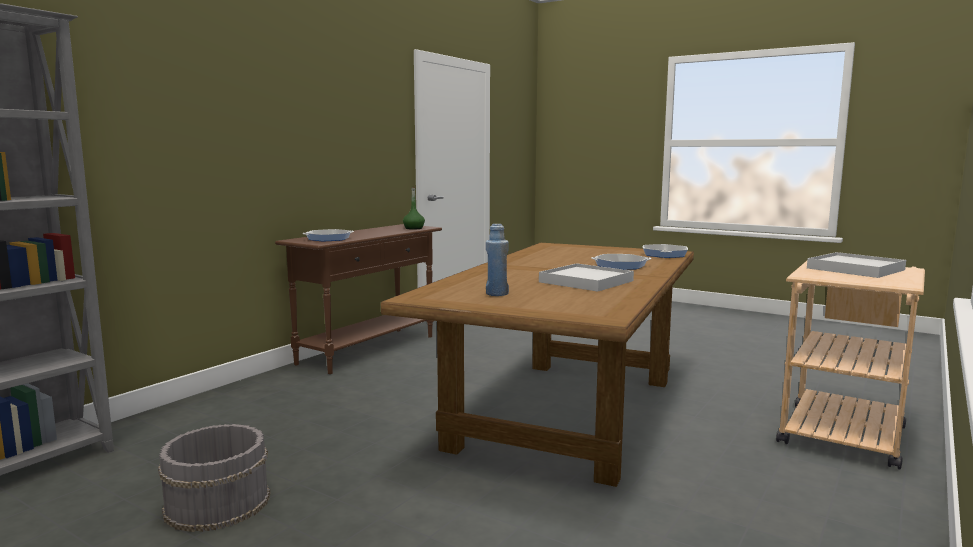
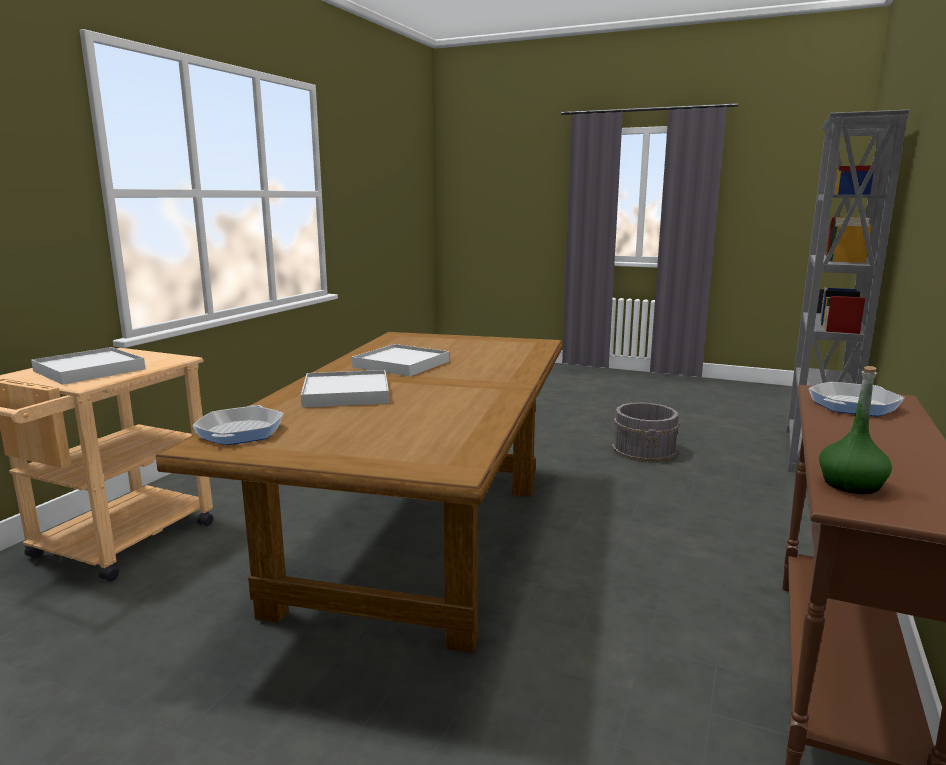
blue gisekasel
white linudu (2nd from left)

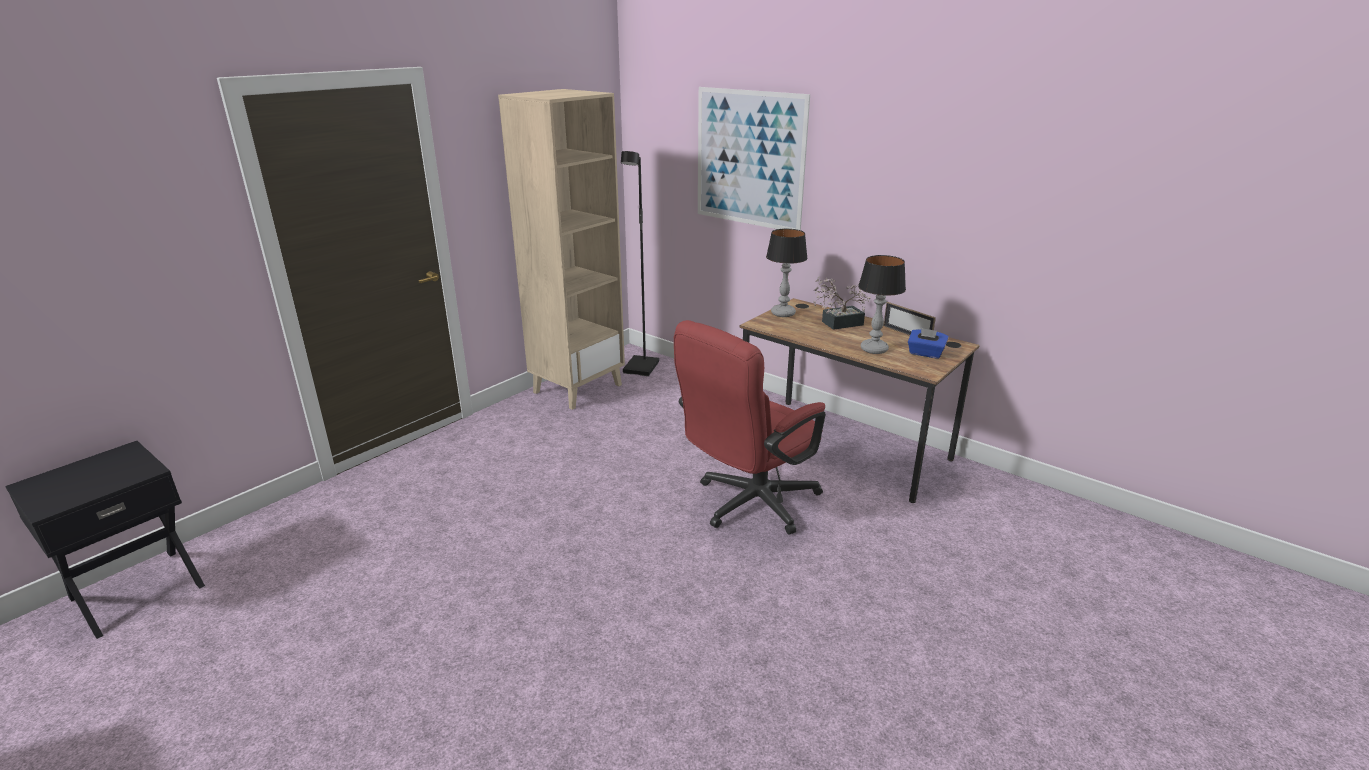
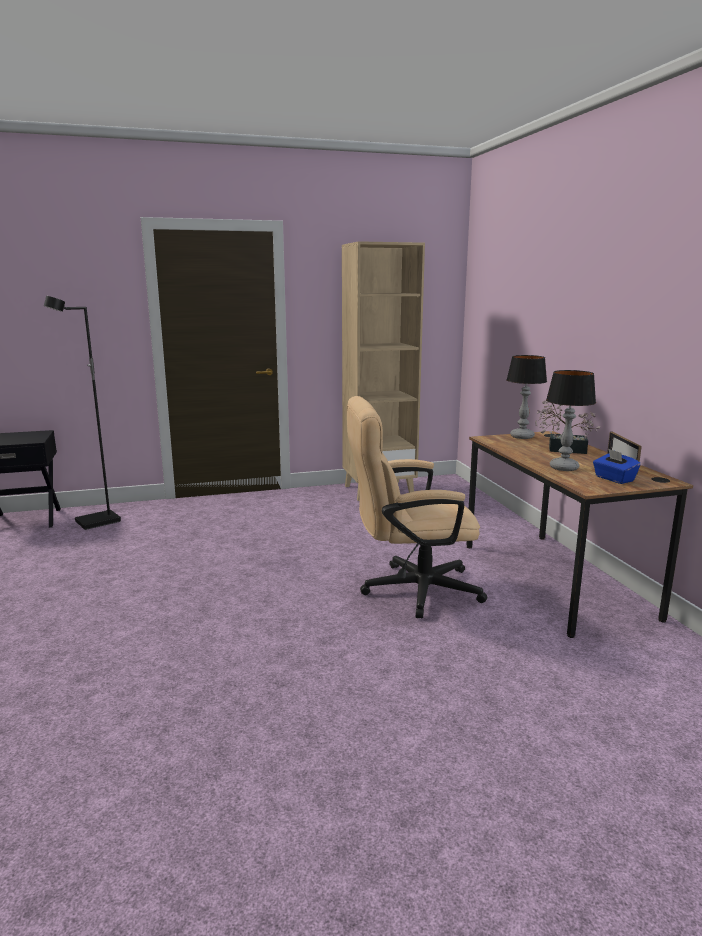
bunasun
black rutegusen
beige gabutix

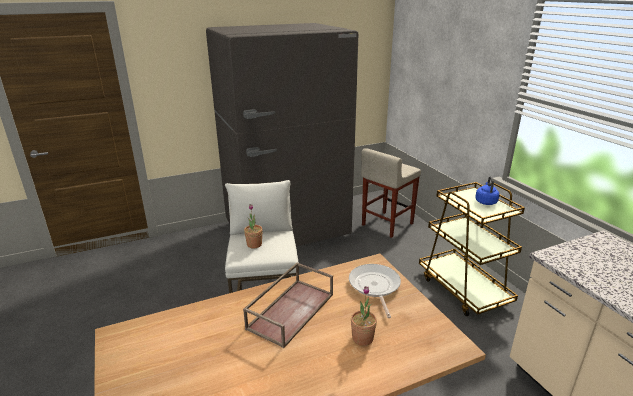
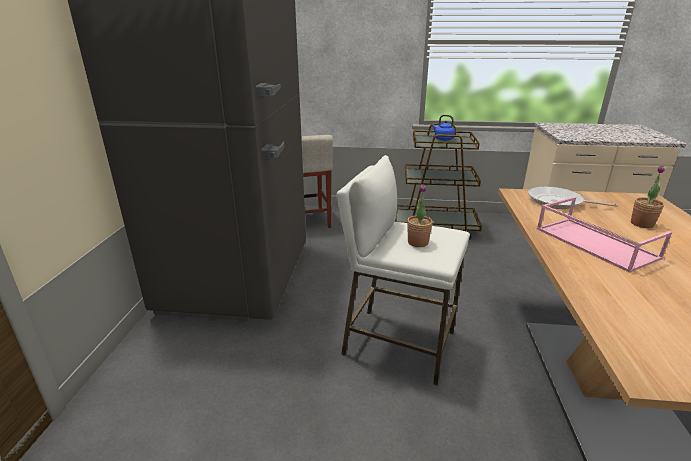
pink linudu

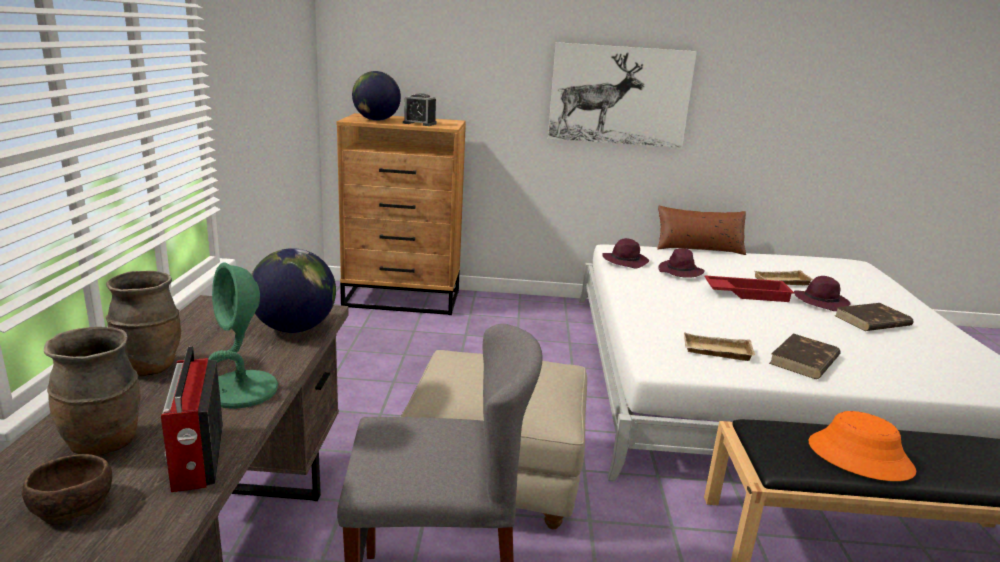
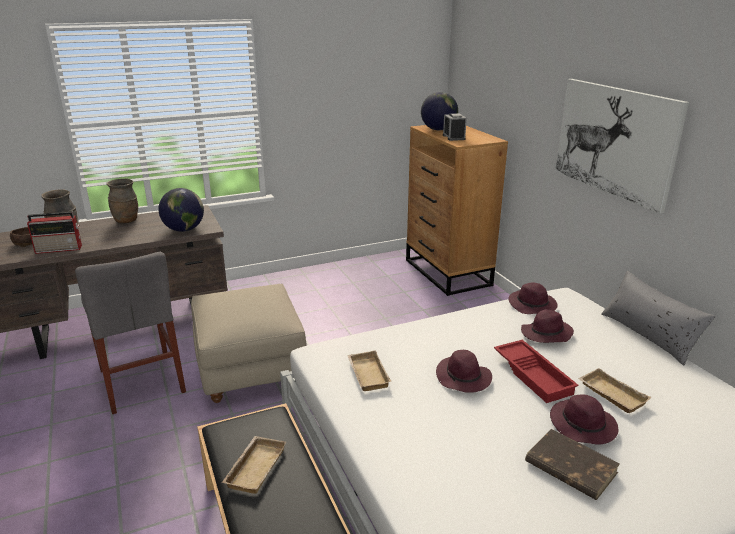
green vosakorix
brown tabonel (1st from left in the first image)
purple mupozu (1st from left)
beige linudu (1st from left)
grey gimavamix
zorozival

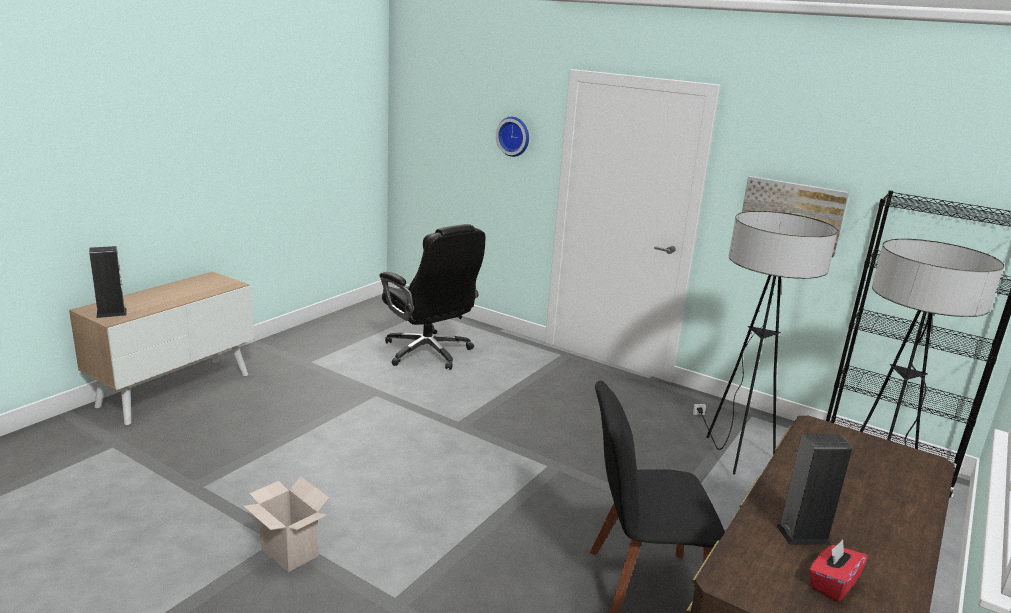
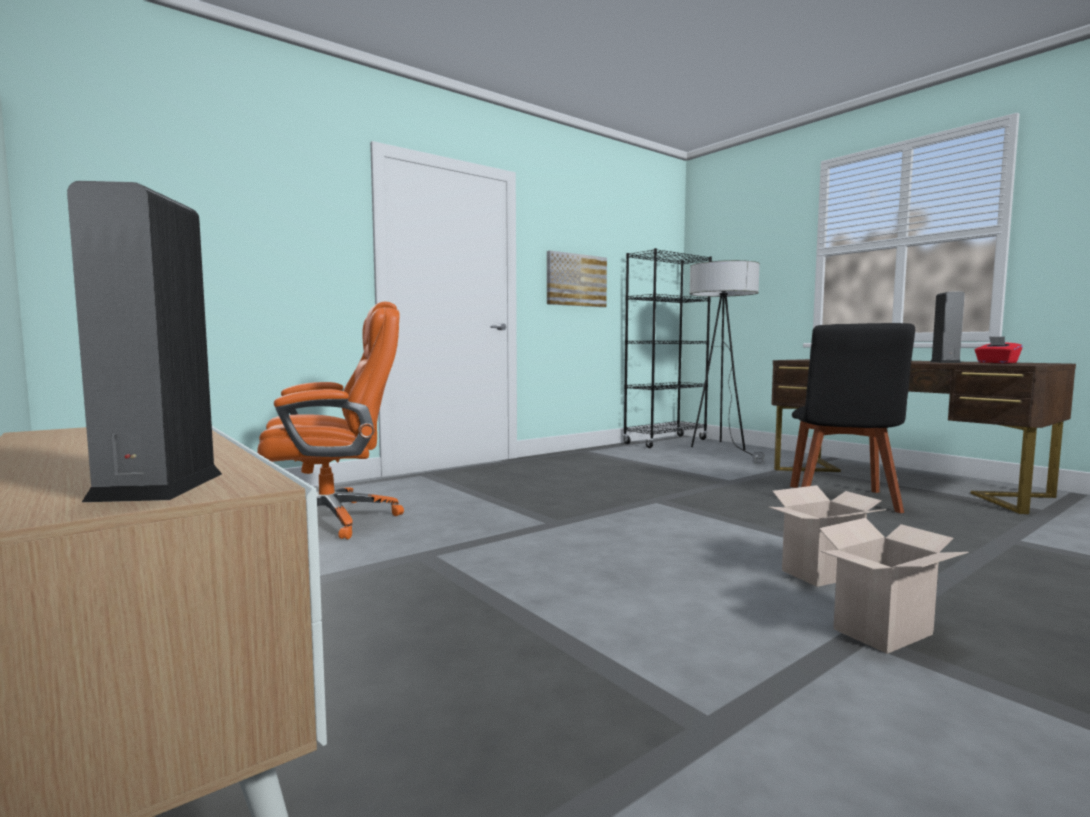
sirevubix
rutegusen (1st from left in the first image)
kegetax (1st from left)
orange gabutix

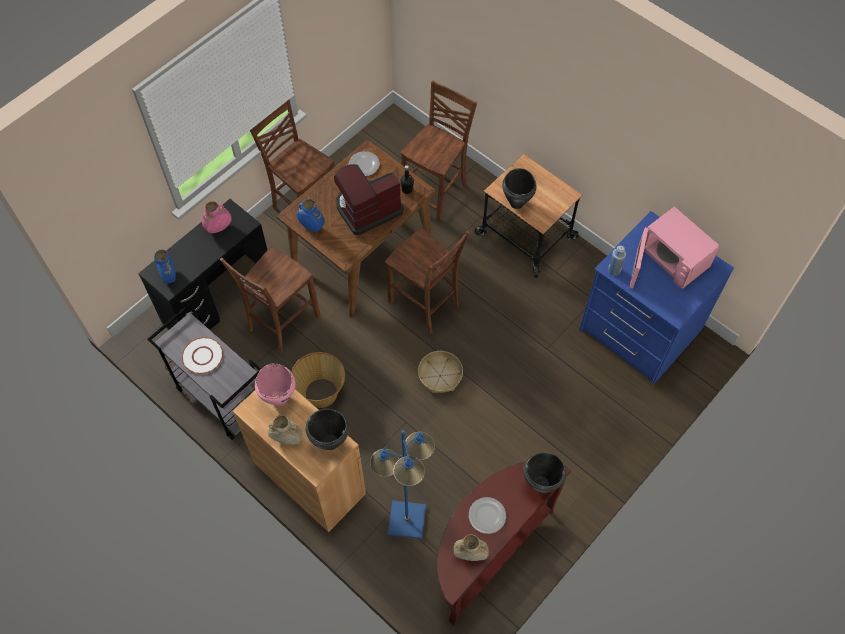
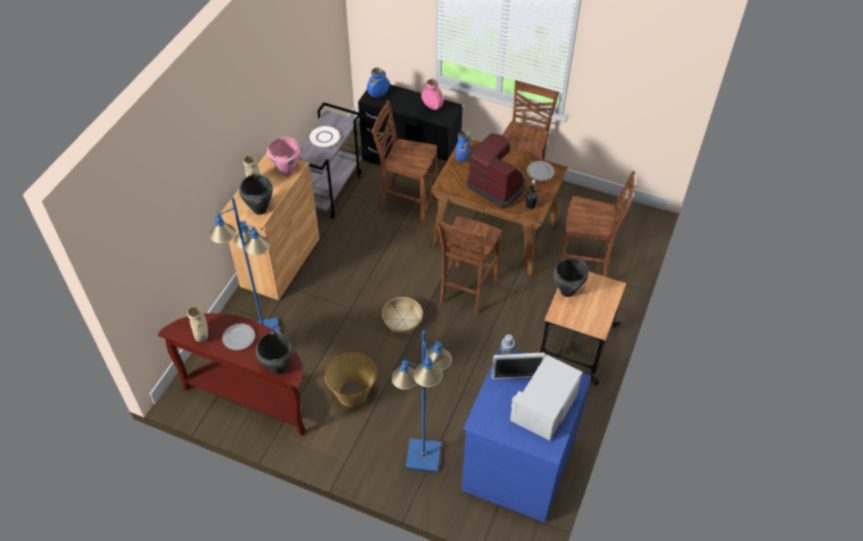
blue rutegusen (2nd from left)
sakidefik (1st from left)
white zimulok

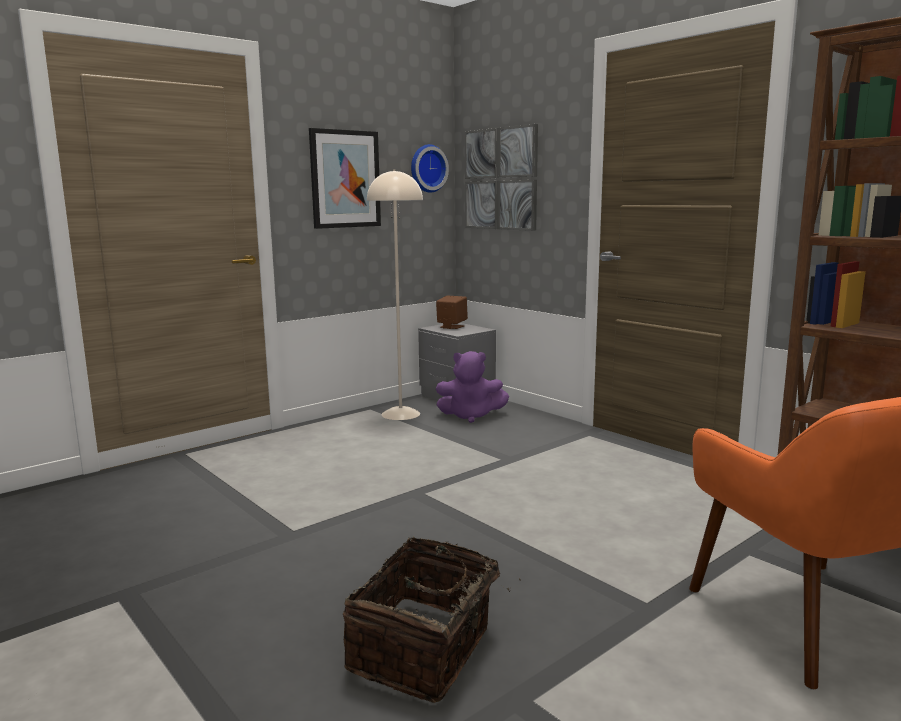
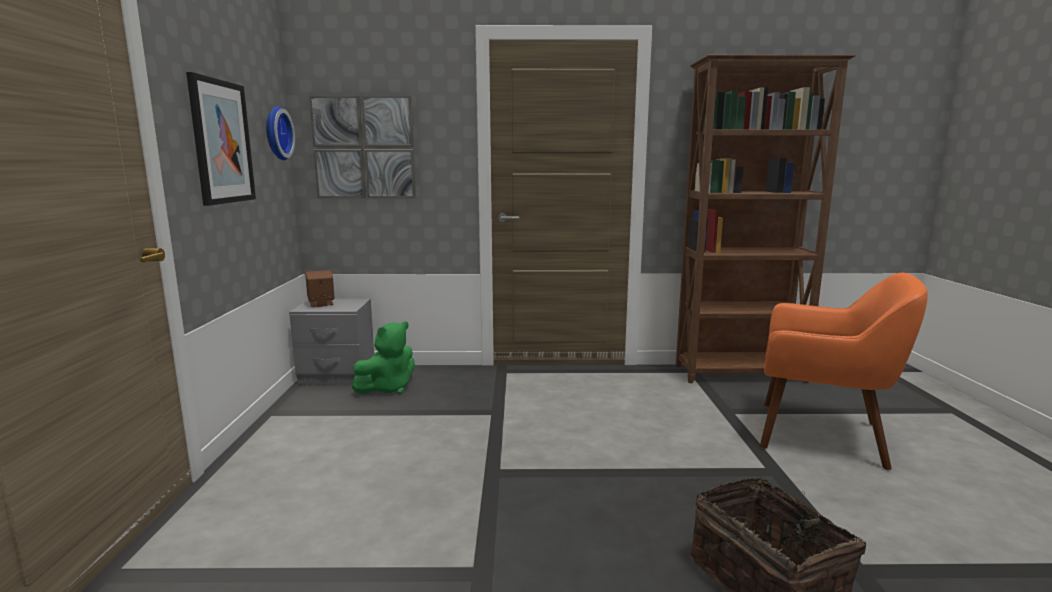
beige rutegusen
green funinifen

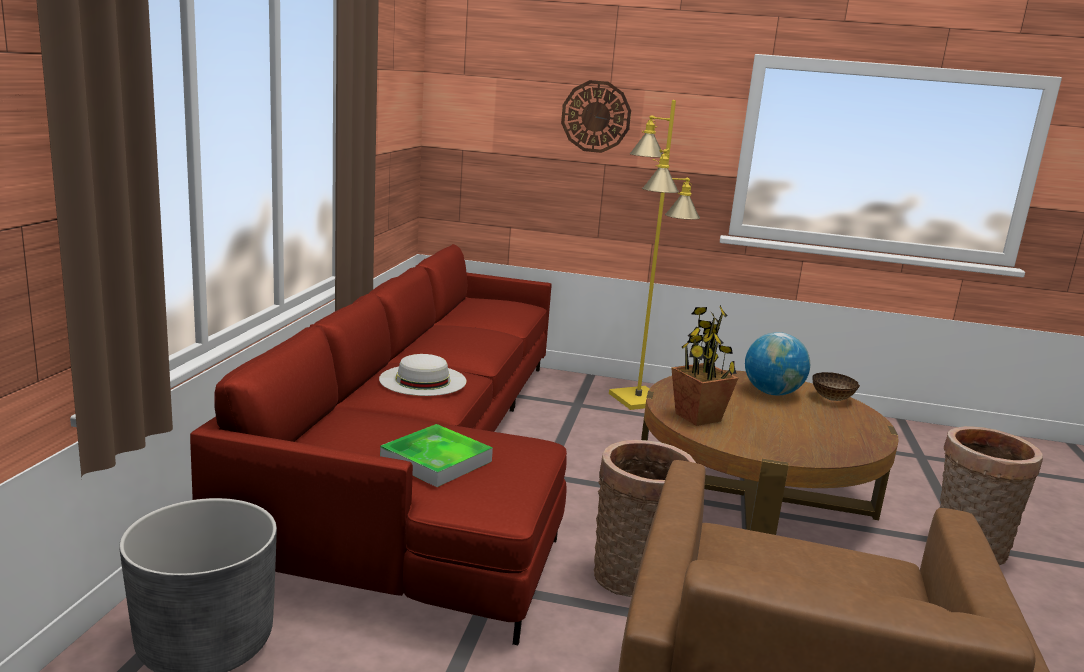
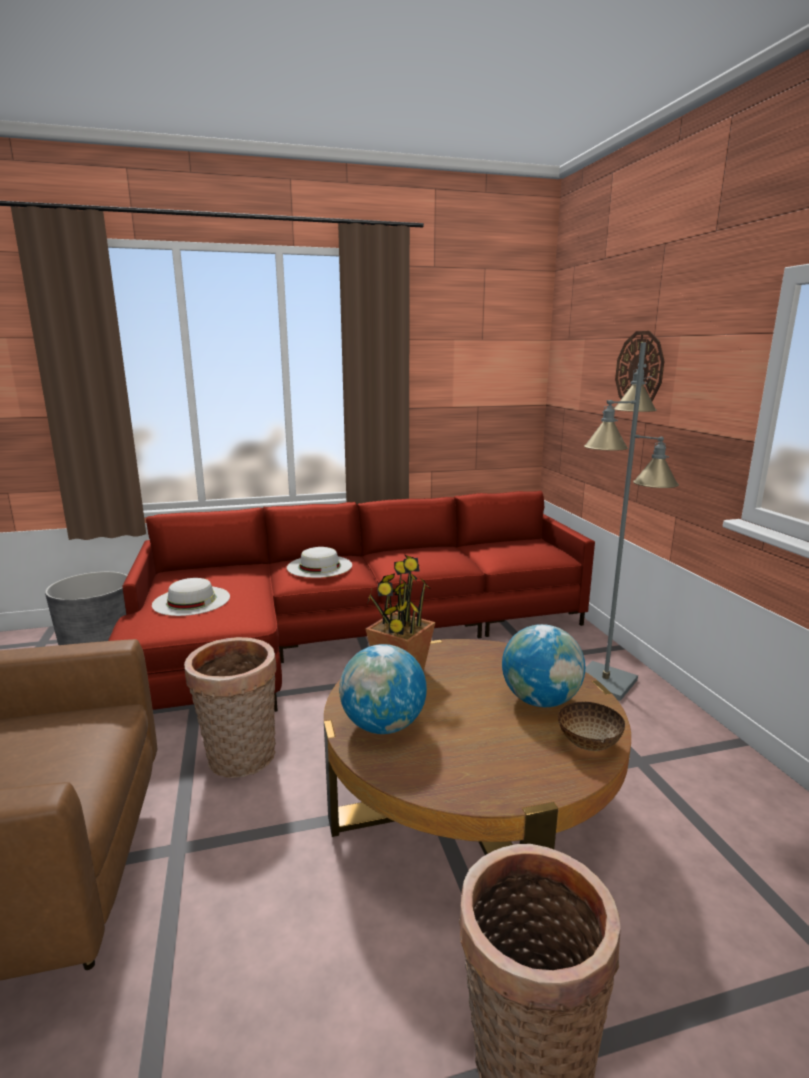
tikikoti (1st from left)
white mupozu (1st from left)
grey rutegusen

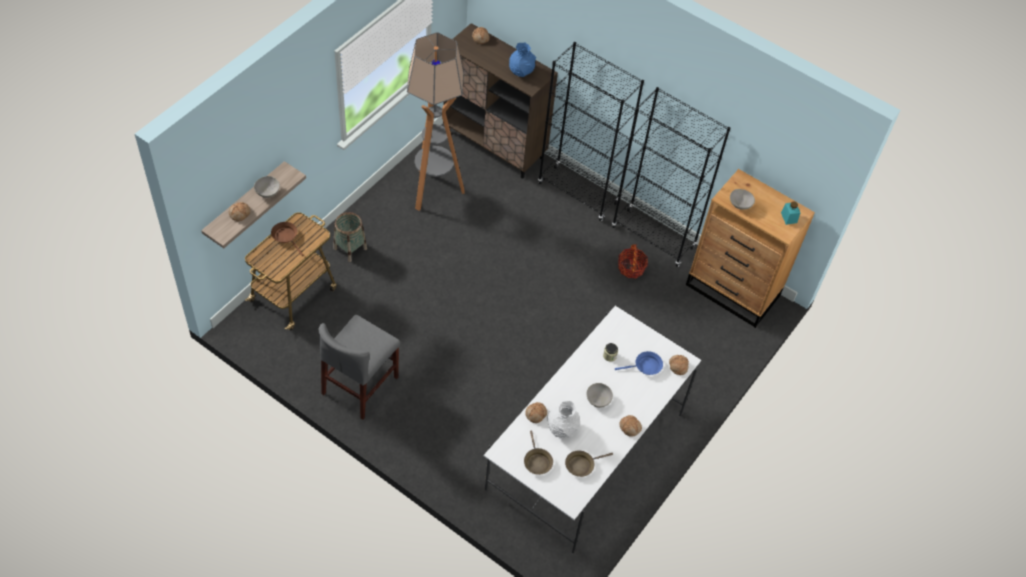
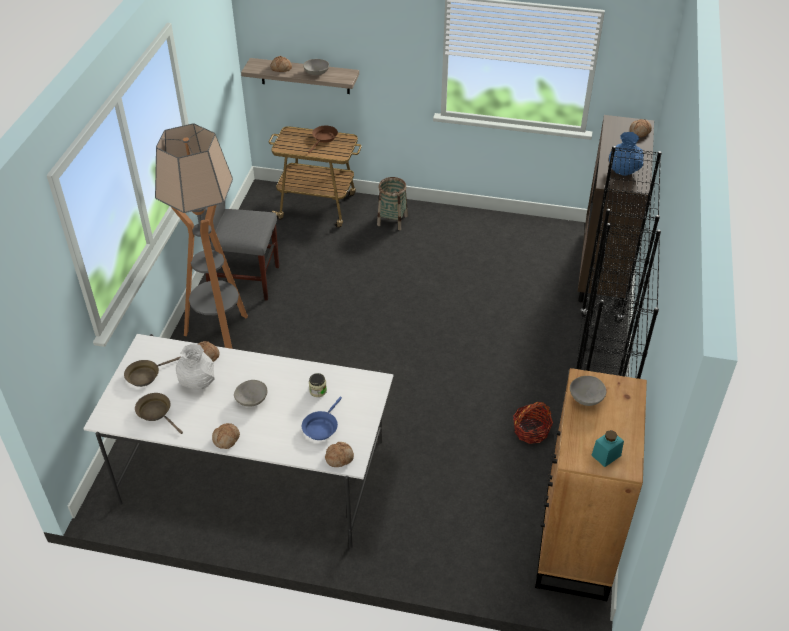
rutegusen
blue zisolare

